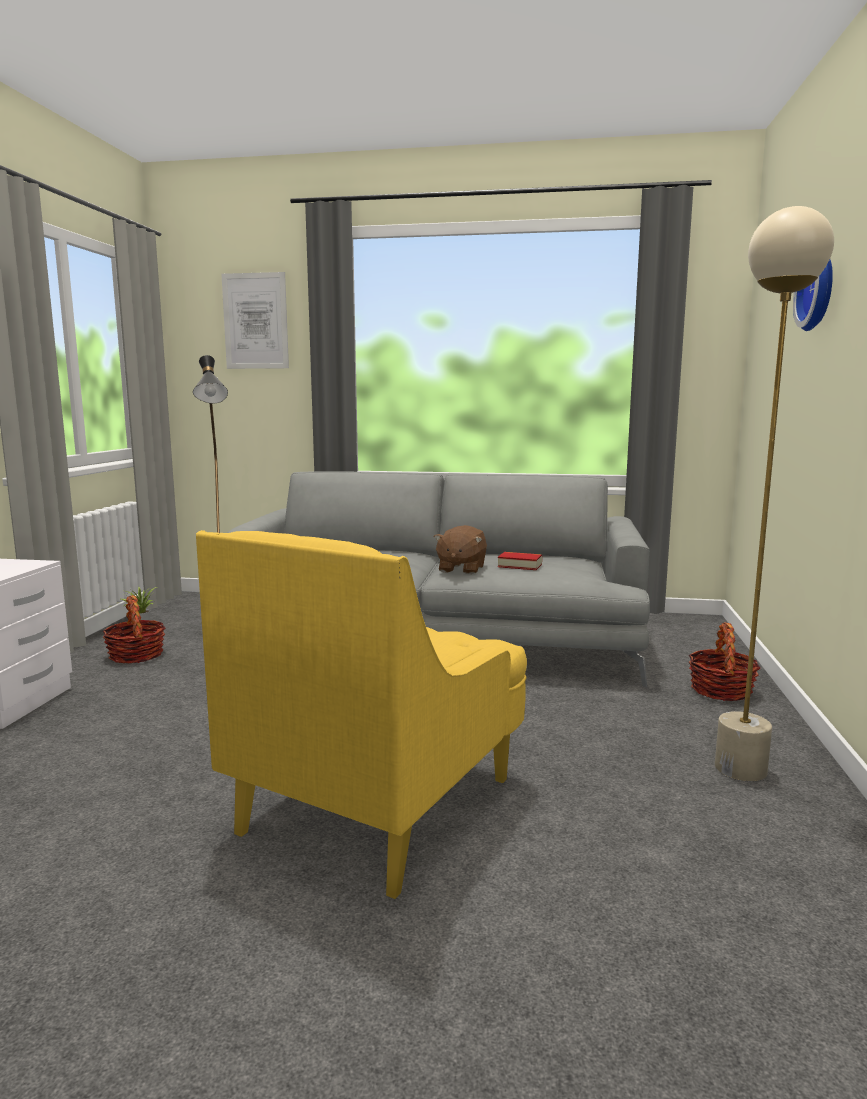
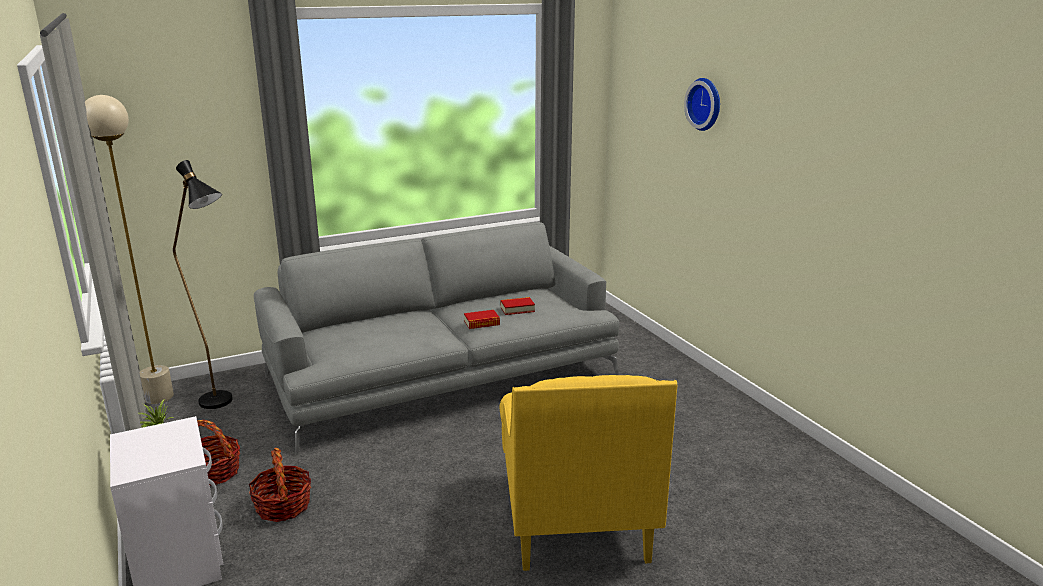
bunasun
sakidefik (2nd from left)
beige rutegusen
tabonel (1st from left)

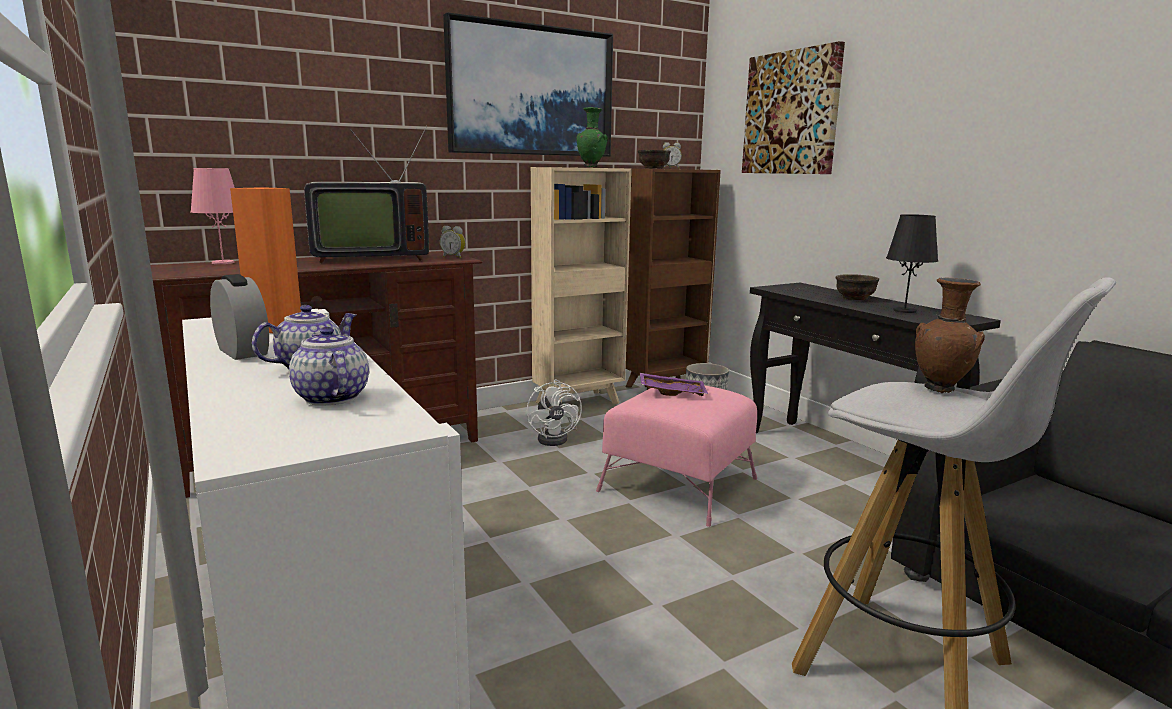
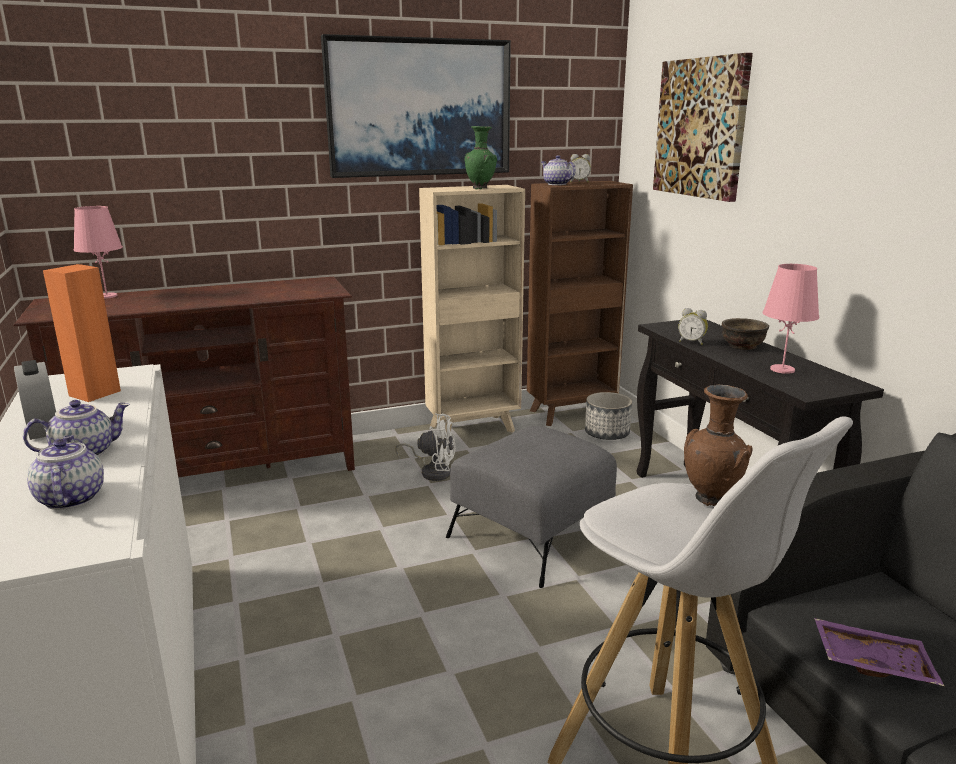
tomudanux
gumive (3rd from left)
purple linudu
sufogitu (3rd from left)
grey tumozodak
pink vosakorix (2nd from left)
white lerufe

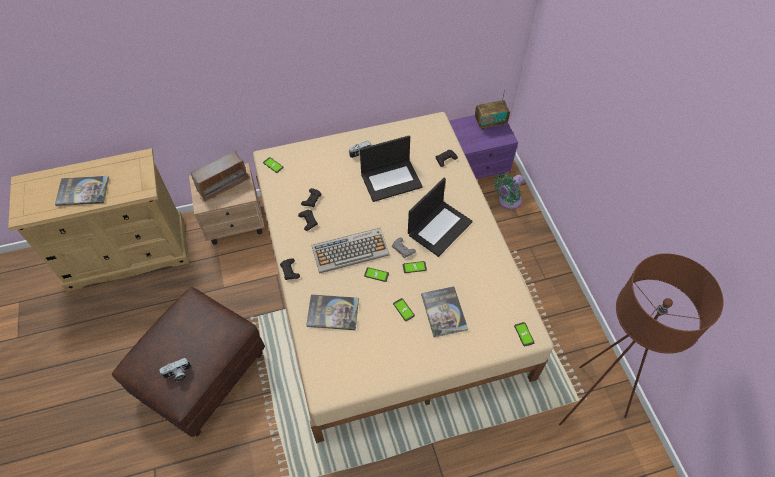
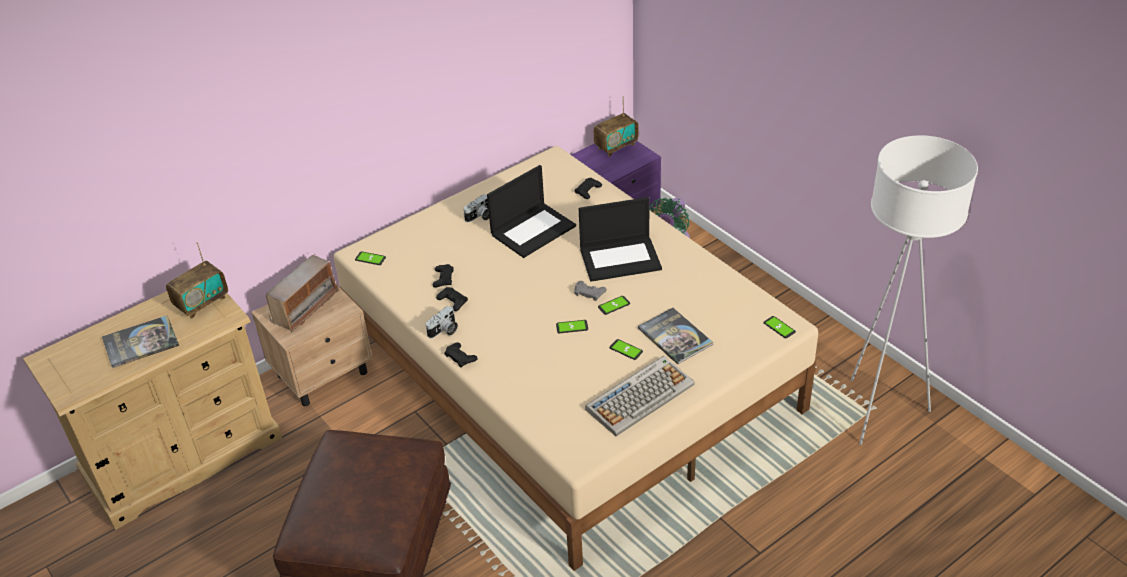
tabonel (2nd from left in the first image)
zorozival (1st from left)
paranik (1st from left)
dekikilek
white rutegusen
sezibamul (2nd from left)

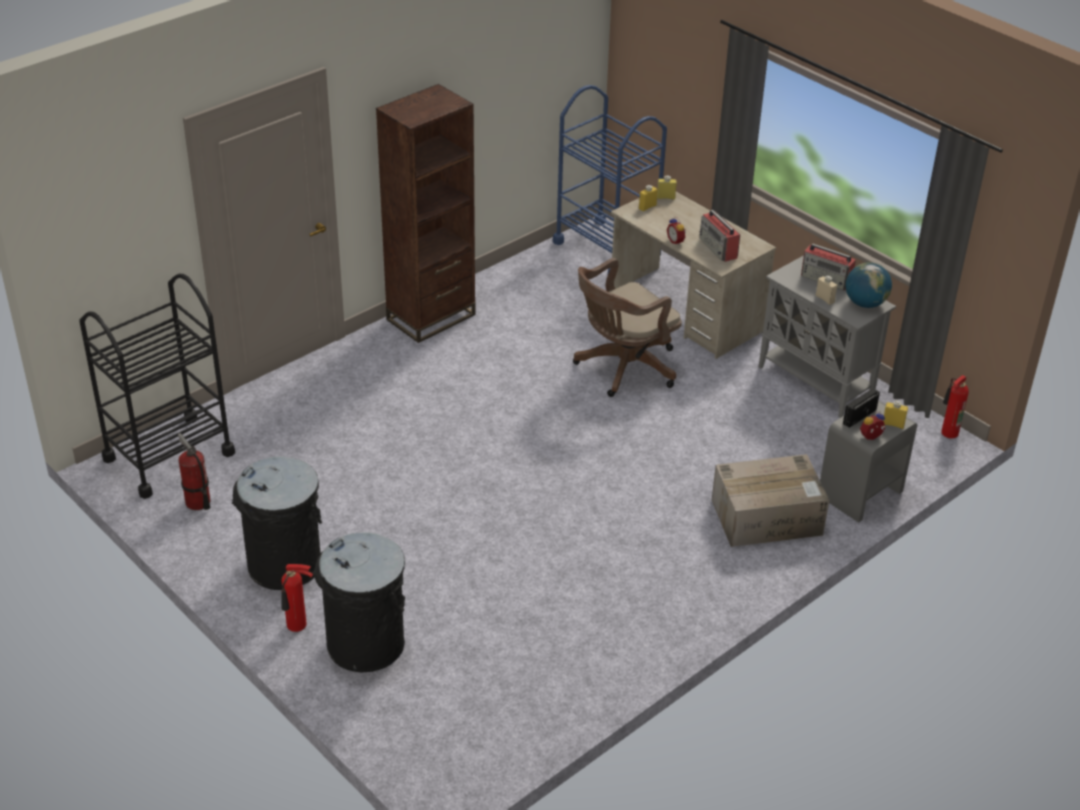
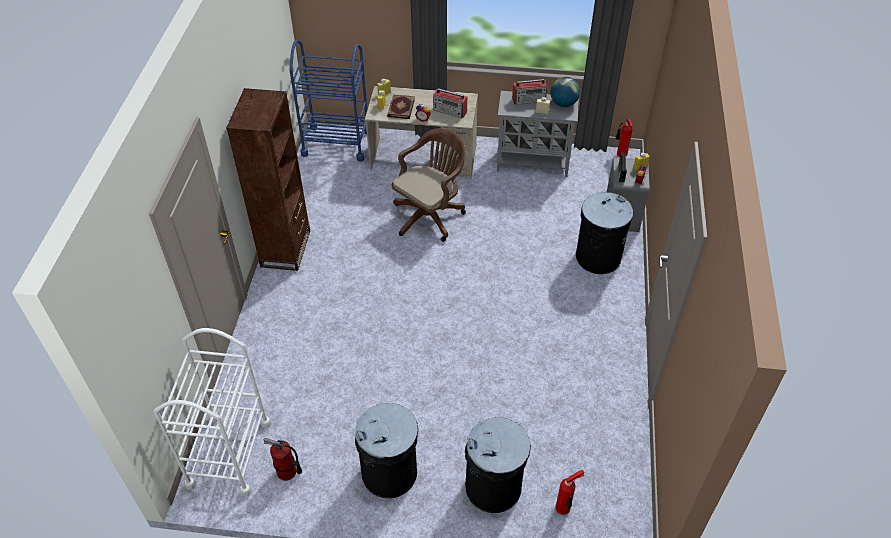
tabonel
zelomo (2nd from left)
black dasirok (3rd from left)
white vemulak
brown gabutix

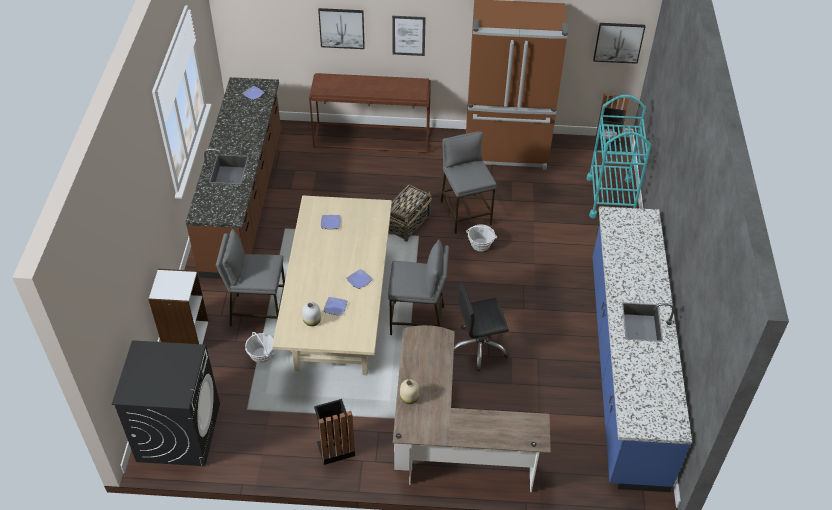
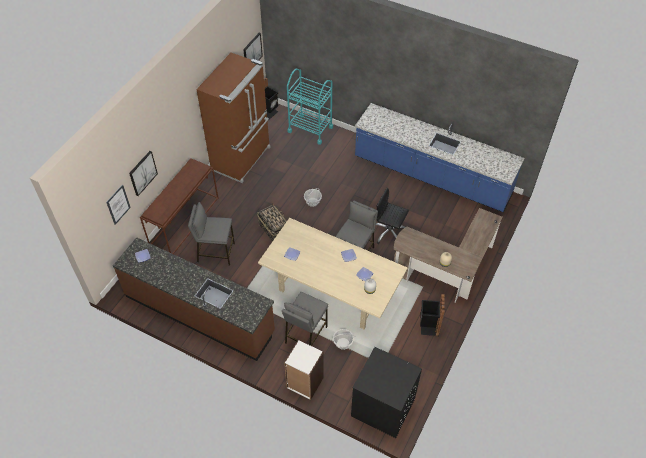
bunasun (1st from left)
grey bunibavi (1st from left)
black gabutix

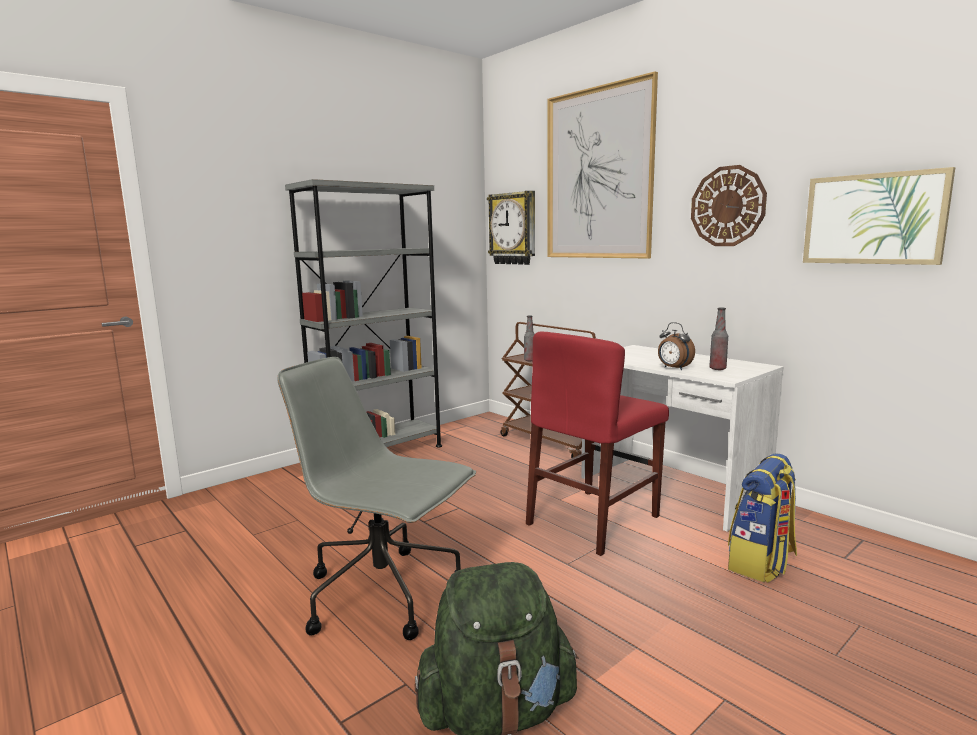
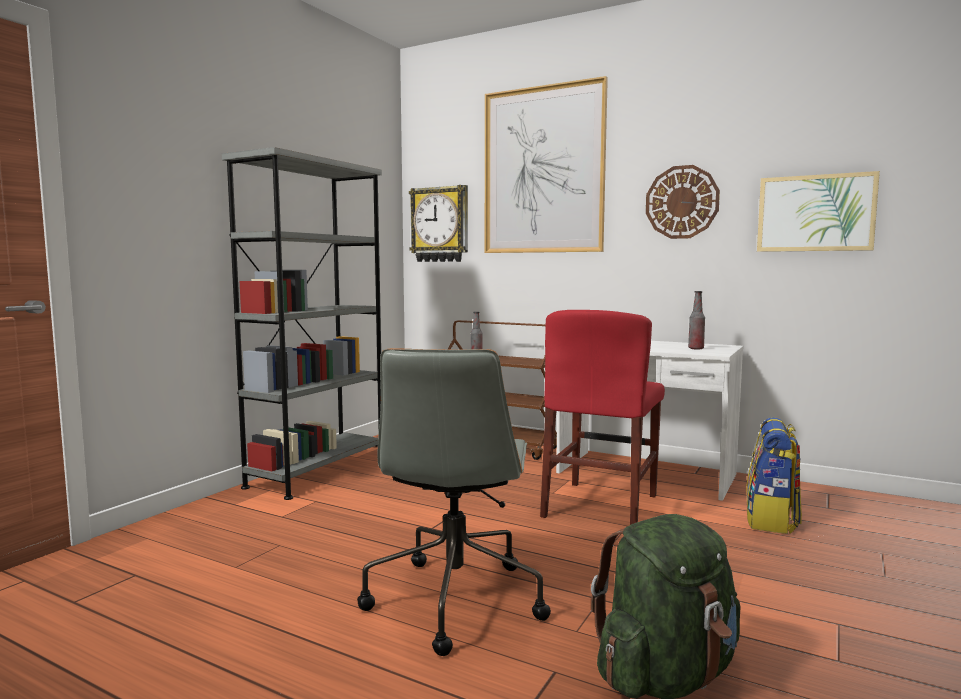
gumive
grey gabutix

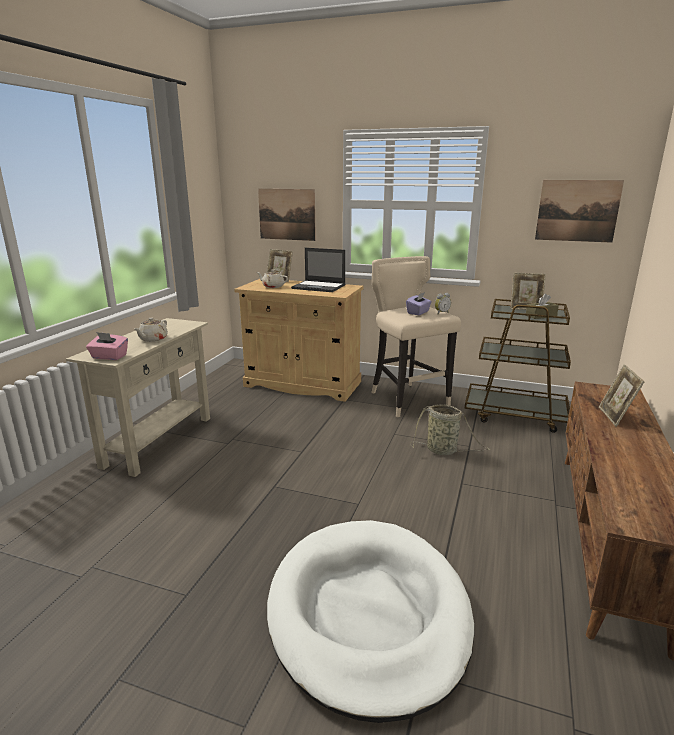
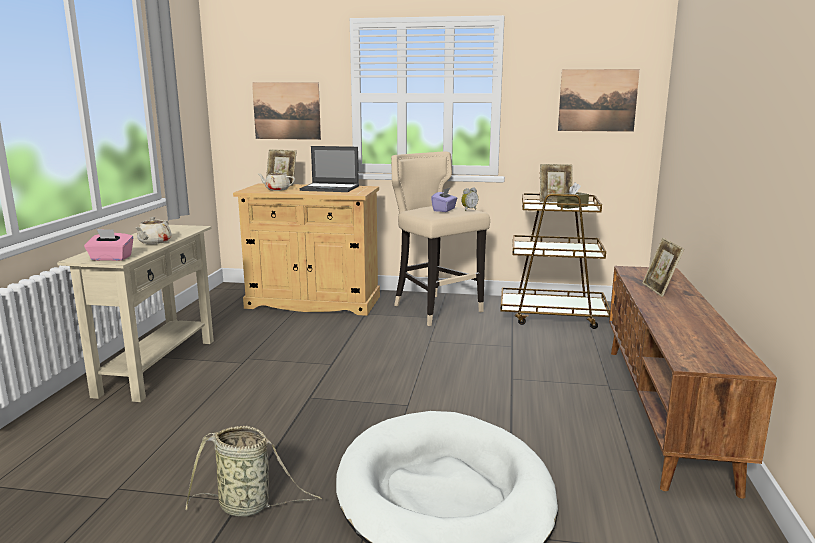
sakidefik

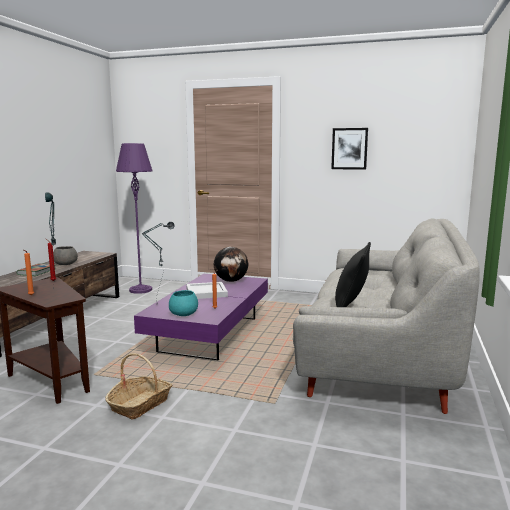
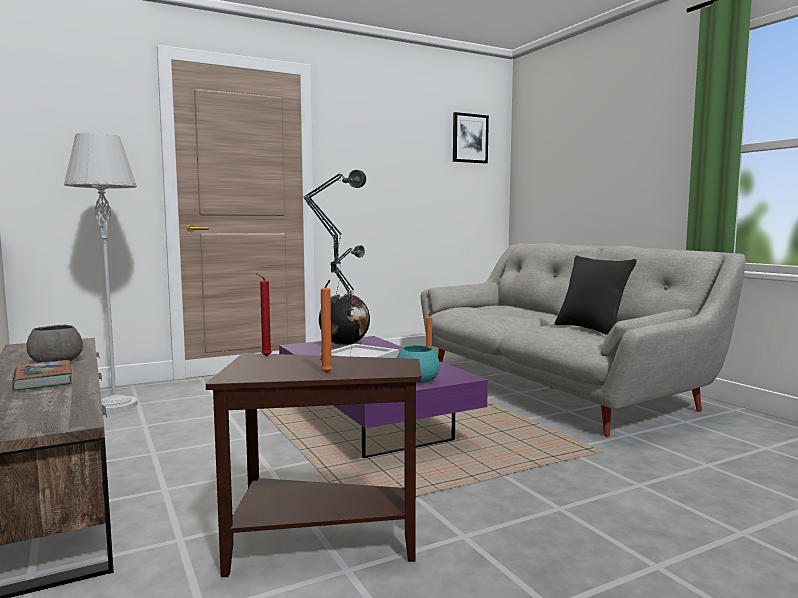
sakidefik
bunasun
grey rutegusen

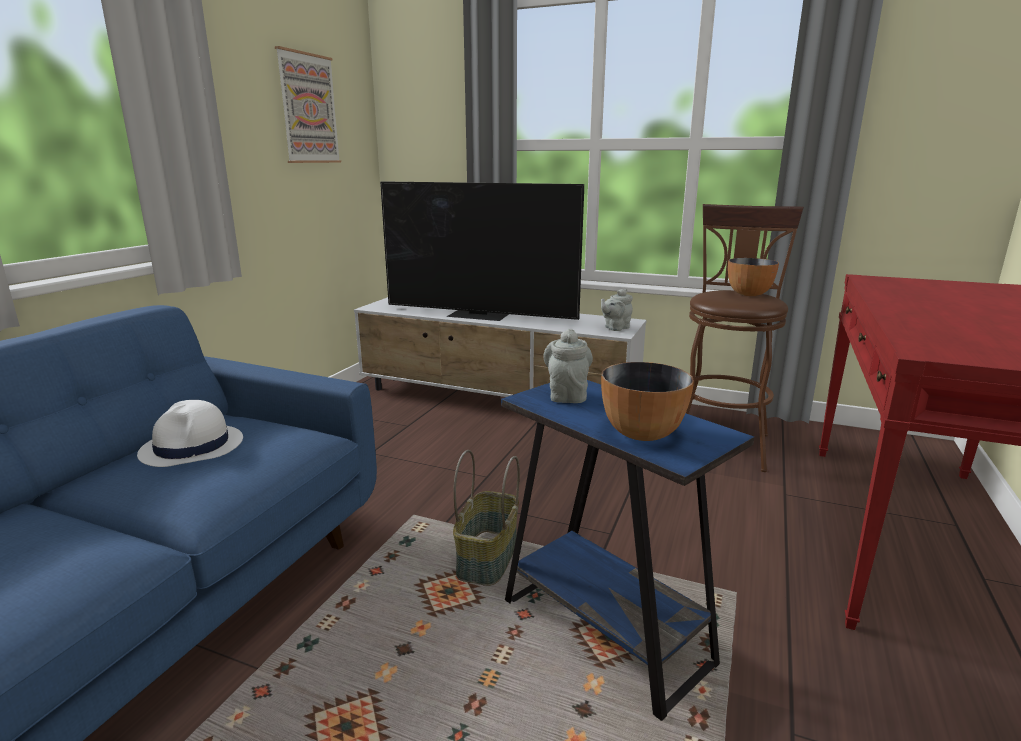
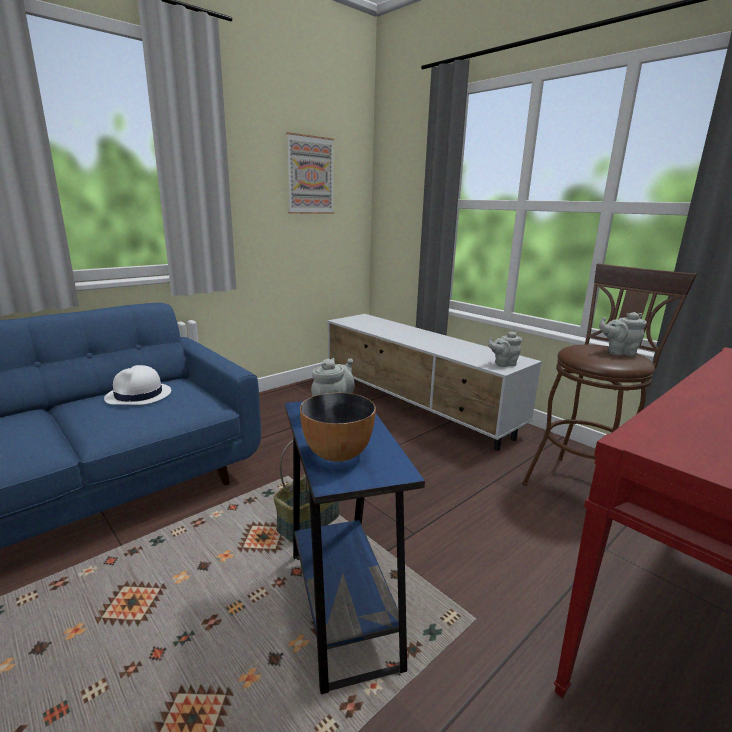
tomudanux
grey sufogitu (3rd from left)

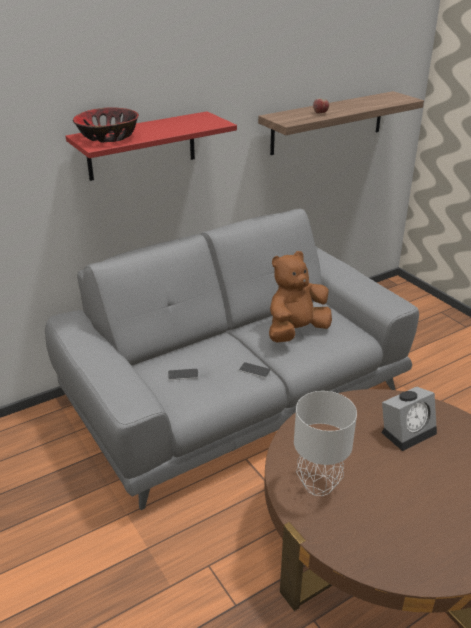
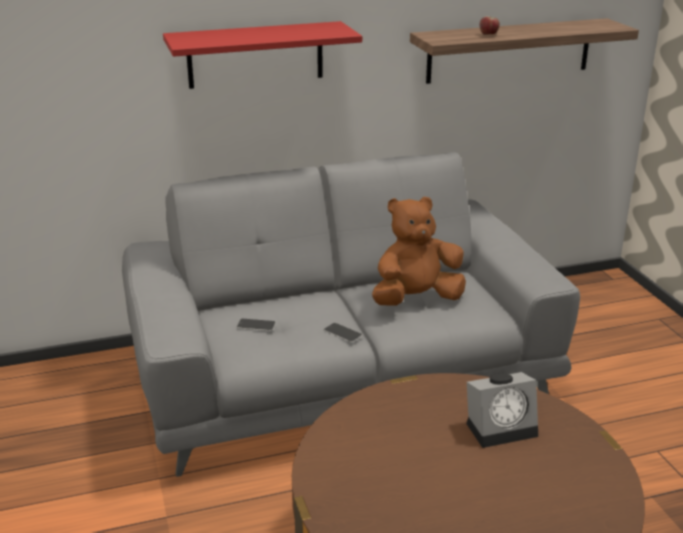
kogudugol
grey vosakorix

